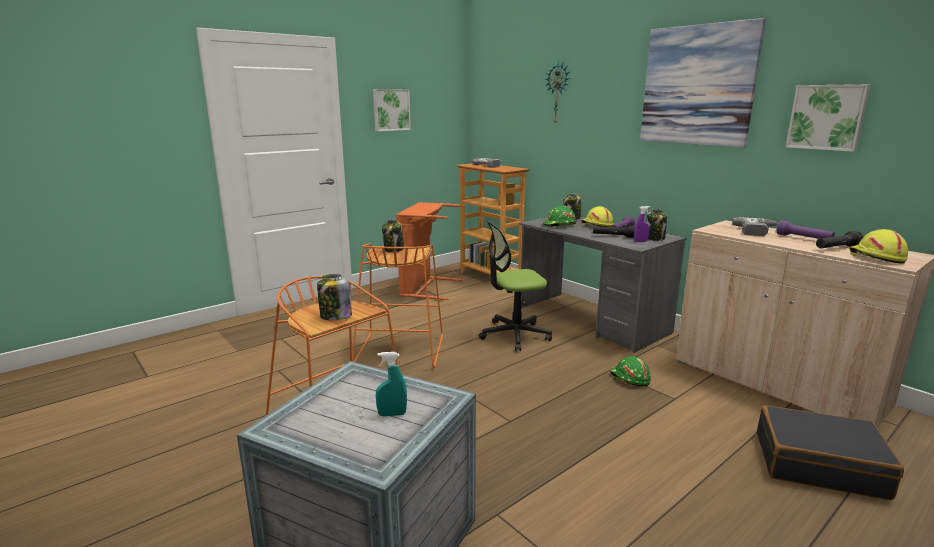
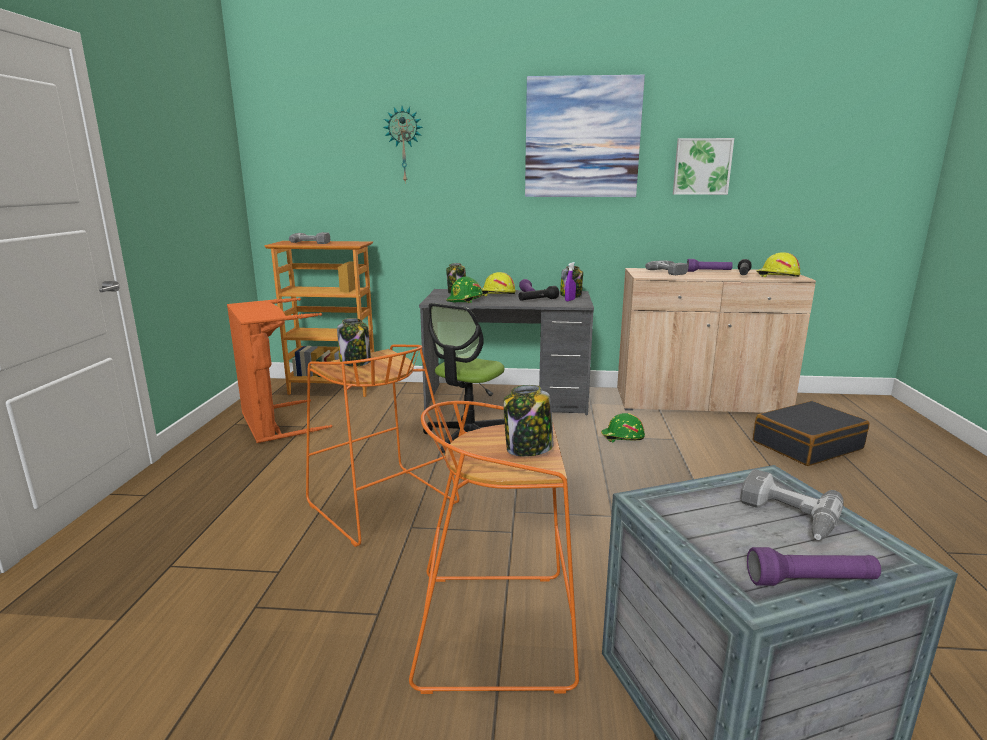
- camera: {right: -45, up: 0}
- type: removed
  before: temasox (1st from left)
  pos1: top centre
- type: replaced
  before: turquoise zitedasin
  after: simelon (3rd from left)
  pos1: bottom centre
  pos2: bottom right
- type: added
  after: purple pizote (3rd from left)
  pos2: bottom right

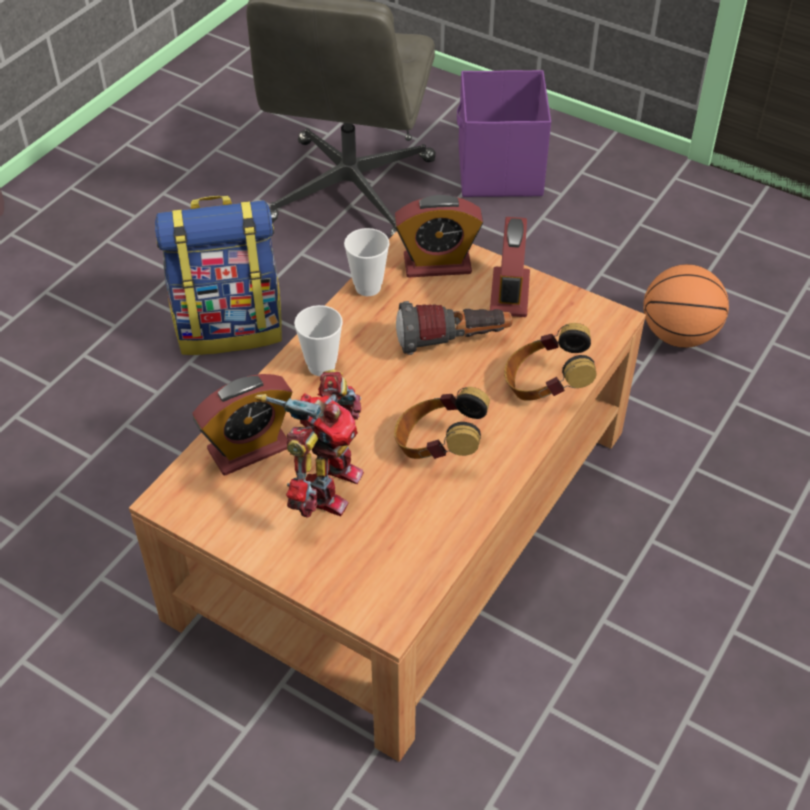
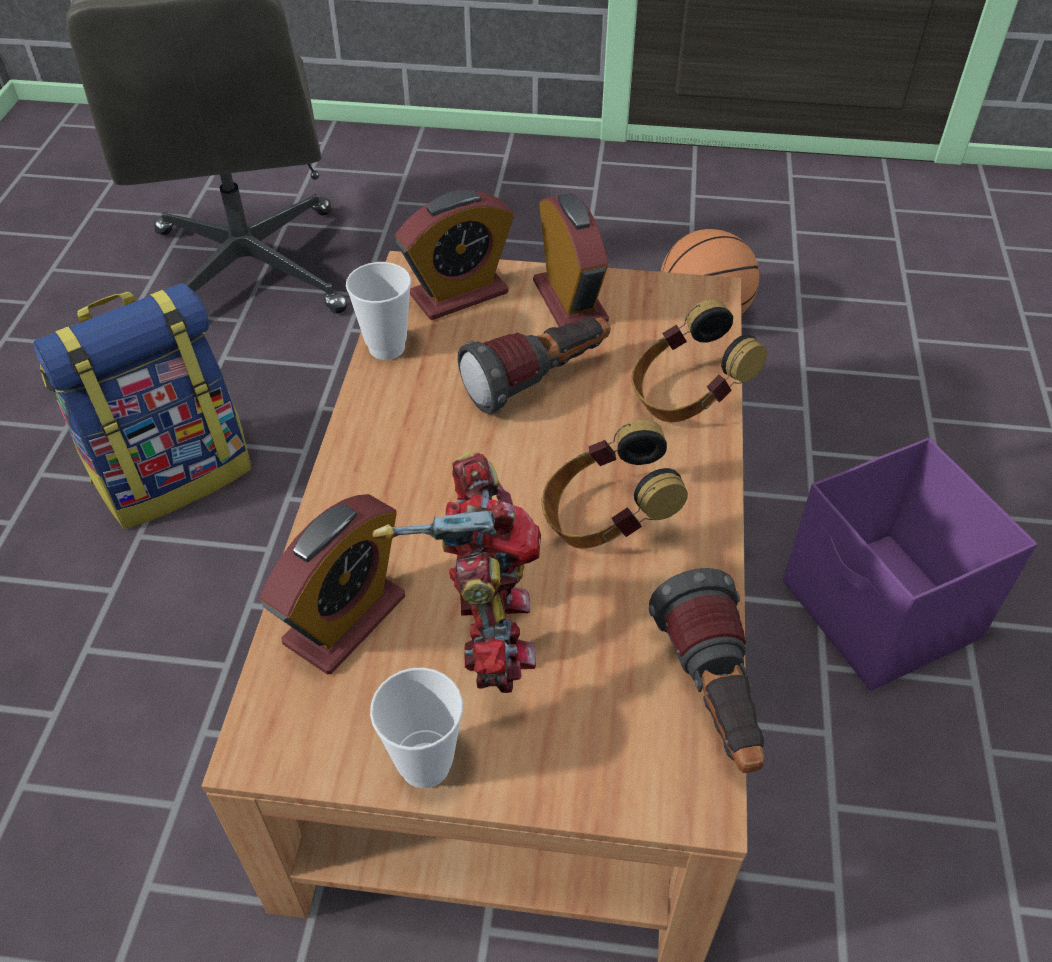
- camera: {right: -25, up: 0}
- type: moved
  before: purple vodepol
  pos1: top centre
  pos2: middle right
- type: moved
  before: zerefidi (1st from left in the first image)
  after: zerefidi (2nd from left)
  pos1: centre
  pos2: bottom centre
- type: added
  after: pizote (2nd from left)
  pos2: bottom right

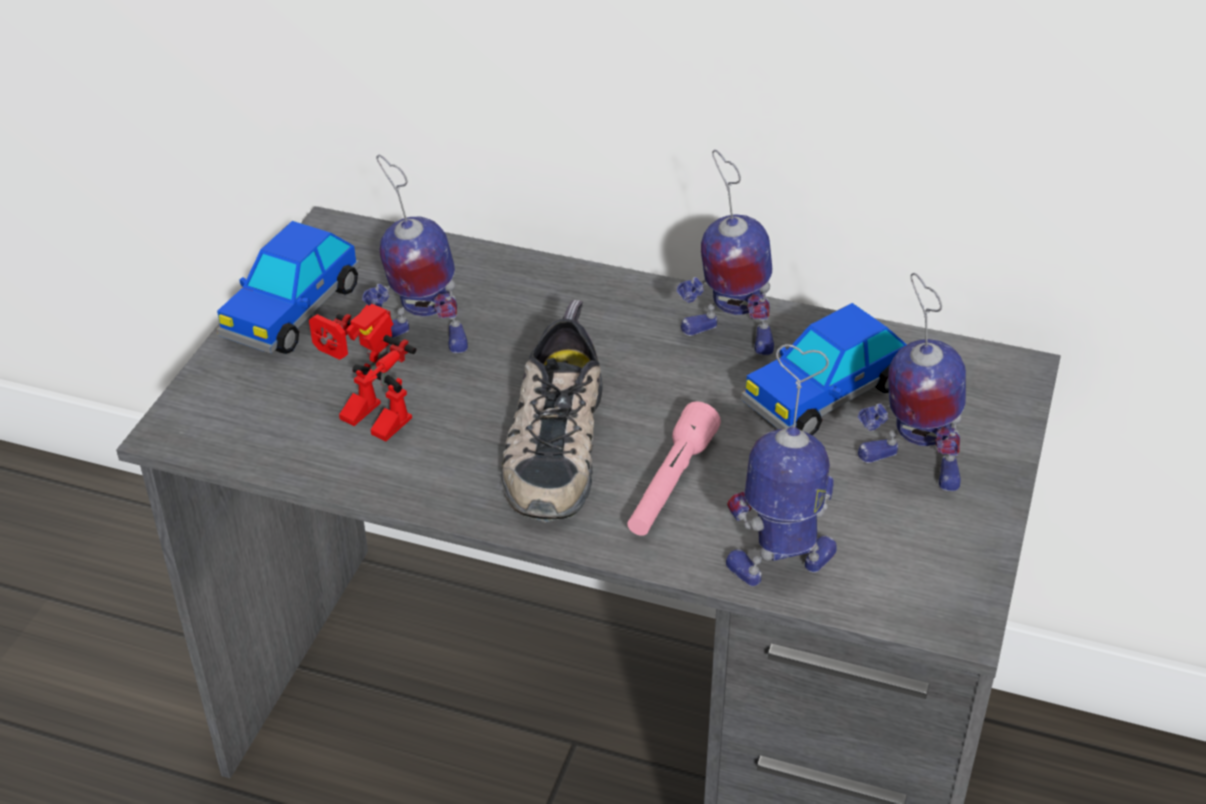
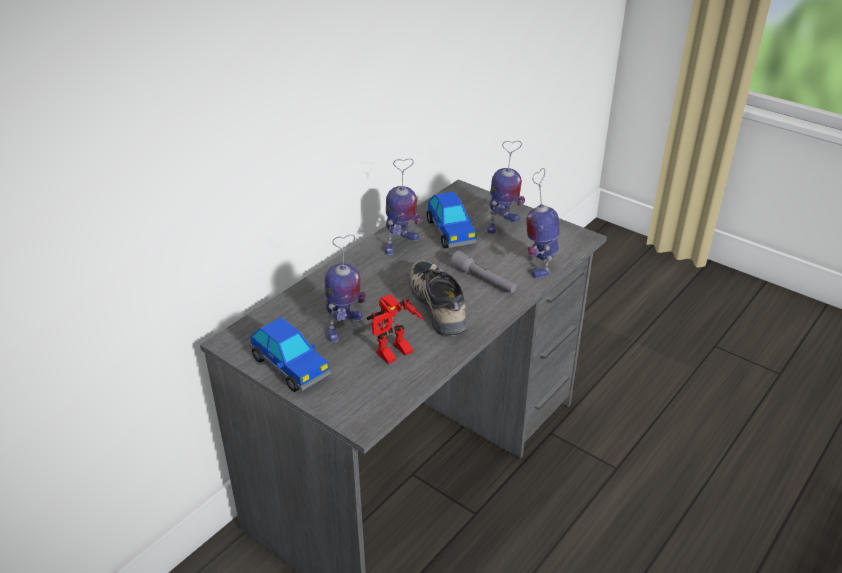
- camera: {right: -70, up: -5}
- type: turned
  before: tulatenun
  pos1: centre
  pos2: centre
  turn: -135
- type: recoloured
  before: pink pizote
  after: grey pizote
  pos1: centre
  pos2: centre

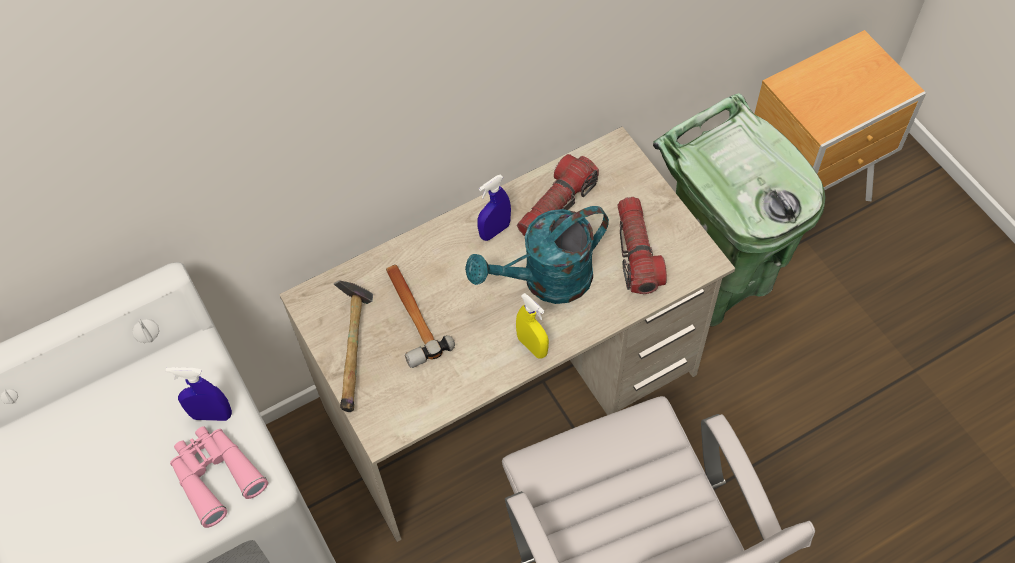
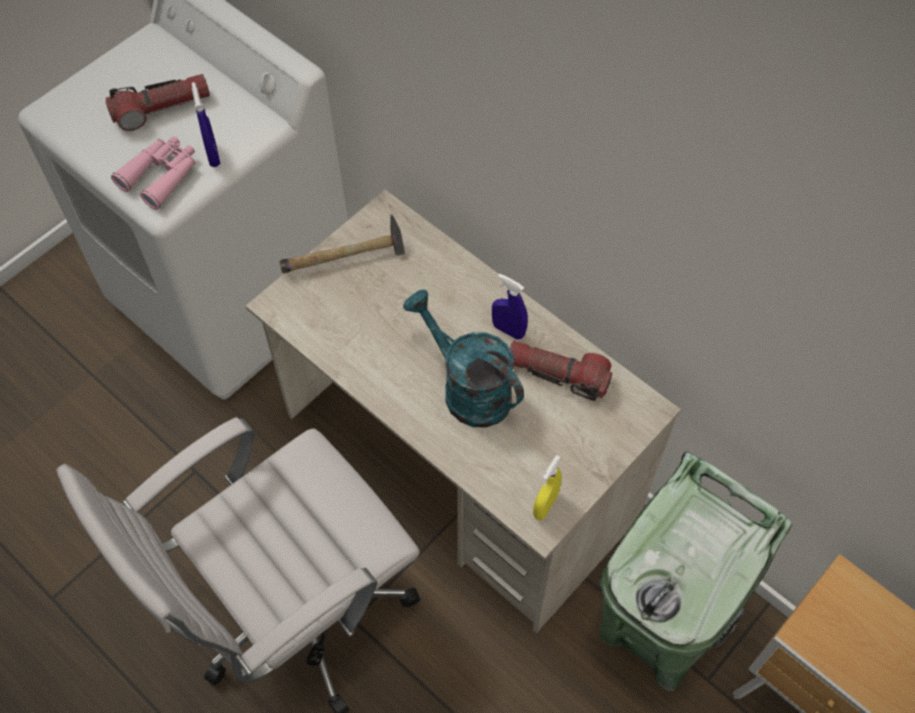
- camera: {right: 70, up: 0}
- type: moved
  before: pizote (2nd from left in the first image)
  after: pizote (1st from left)
  pos1: centre
  pos2: top left
- type: removed
  before: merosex (2nd from left)
  pos1: centre
- type: moved
  before: yellow zitedasin
  pos1: centre
  pos2: bottom centre

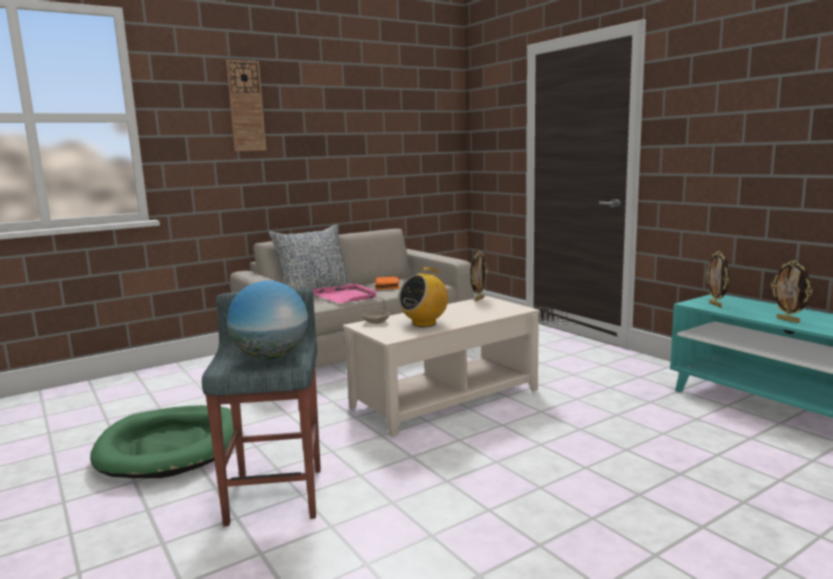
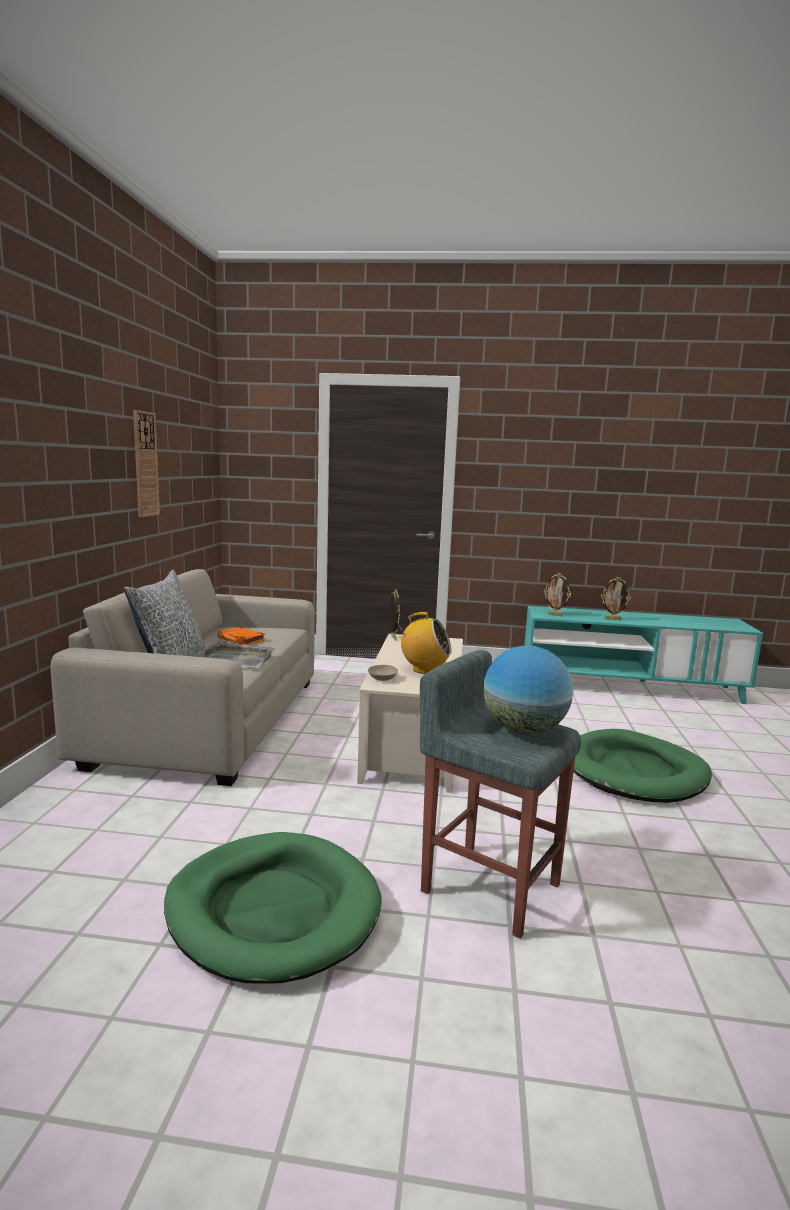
- camera: {right: -50, up: 0}
- type: moved
  before: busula
  pos1: top left
  pos2: middle left
- type: turned
  before: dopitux
  pos1: centre
  pos2: centre
  turn: -75
- type: recoloured
  before: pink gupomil
  after: grey gupomil
  pos1: centre
  pos2: middle left
- type: added
  after: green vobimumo (2nd from left)
  pos2: middle right

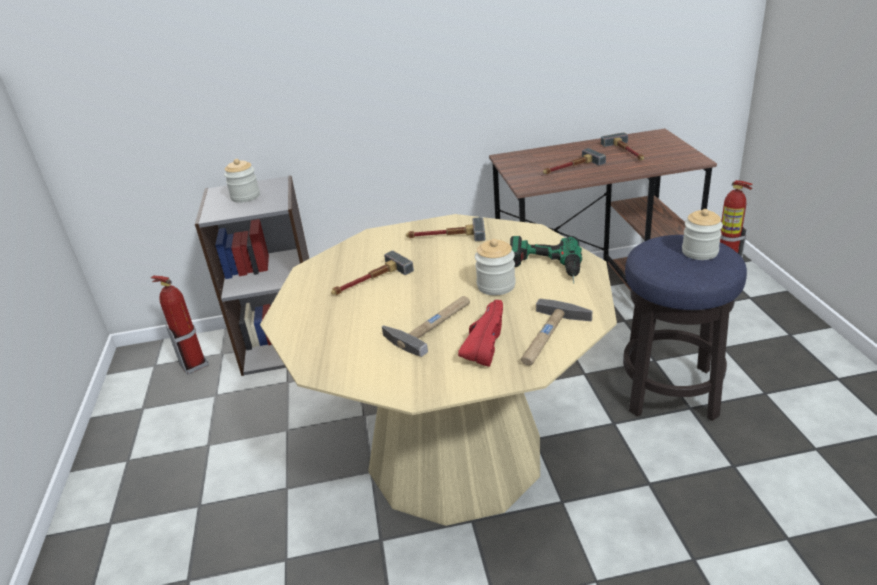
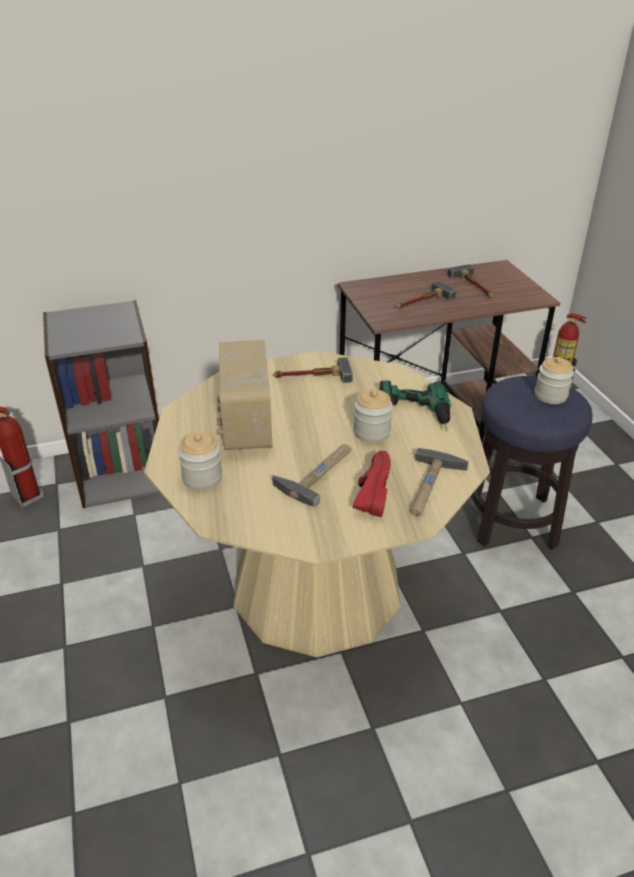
- camera: {right: -10, up: 5}
- type: moved
  before: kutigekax (1st from left)
  pos1: top left
  pos2: middle left
- type: replaced
  before: merosex (1st from left)
  after: dopitux
  pos1: centre
  pos2: centre

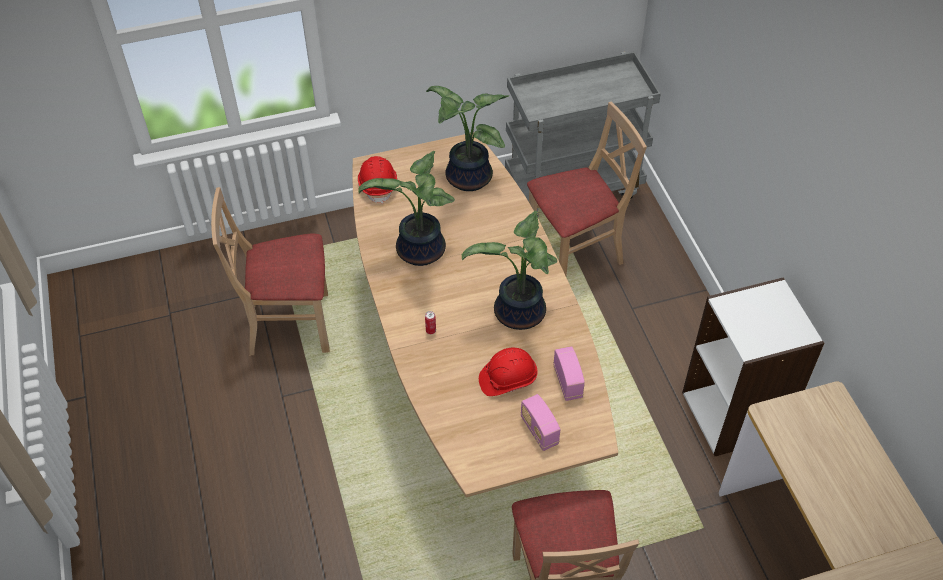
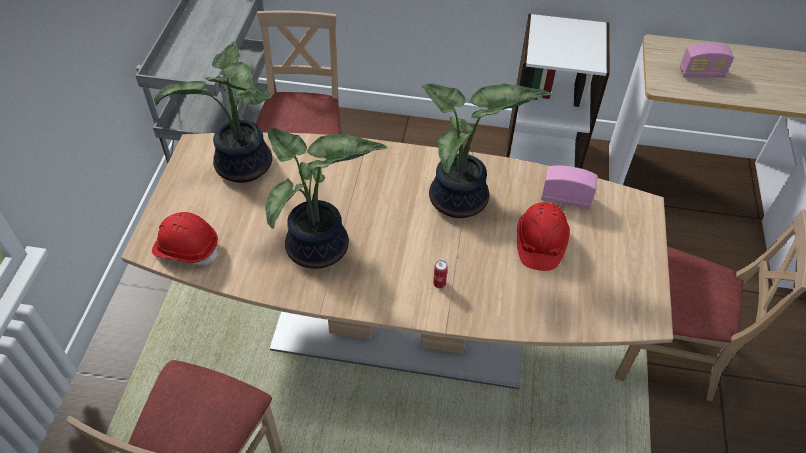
- camera: {right: -65, up: 0}
- type: moved
  before: dopitux (1st from left in the first image)
  after: dopitux (2nd from left)
  pos1: bottom centre
  pos2: top right

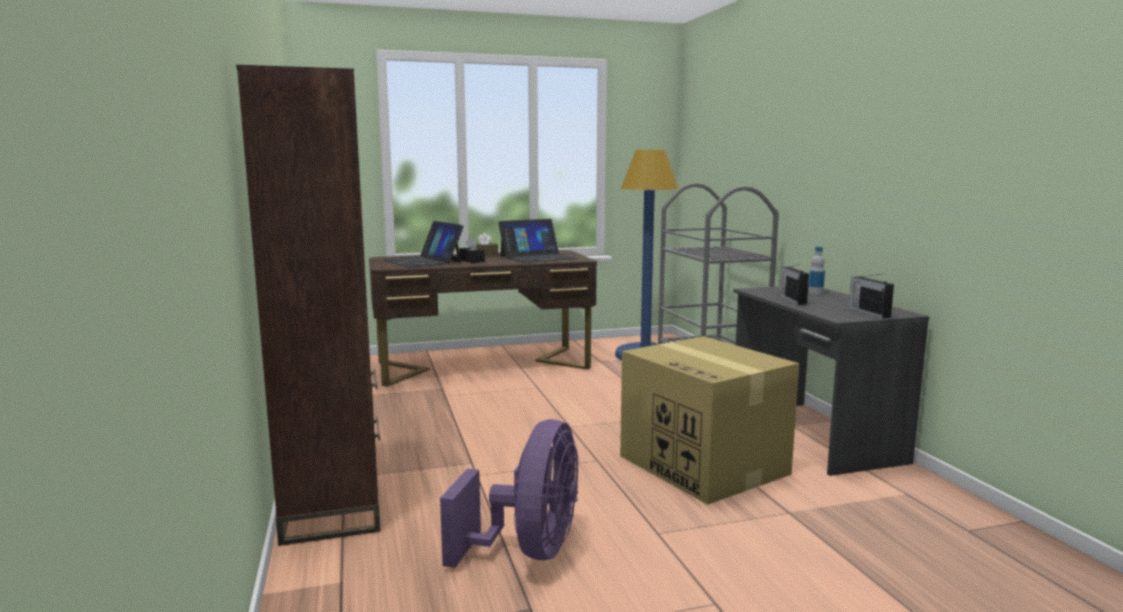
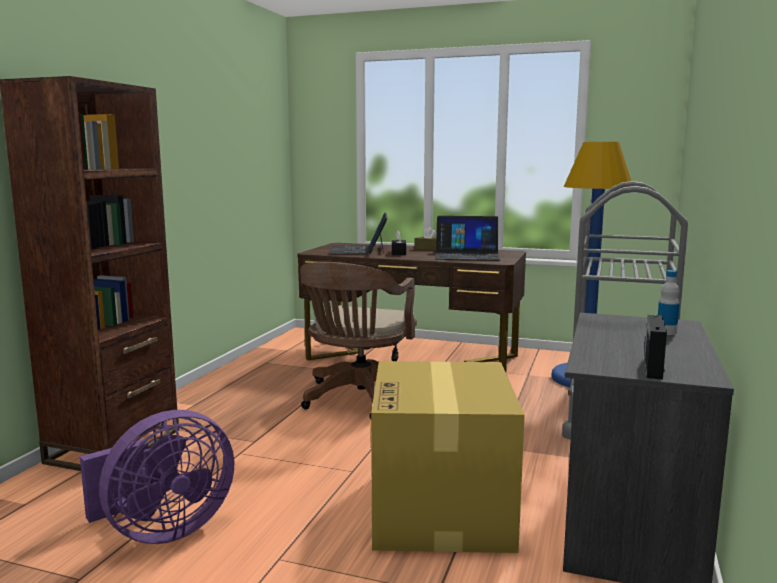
- camera: {right: 35, up: 0}
- type: removed
  before: dopitux (1st from left)
  pos1: middle right
- type: added
  after: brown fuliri
  pos2: centre

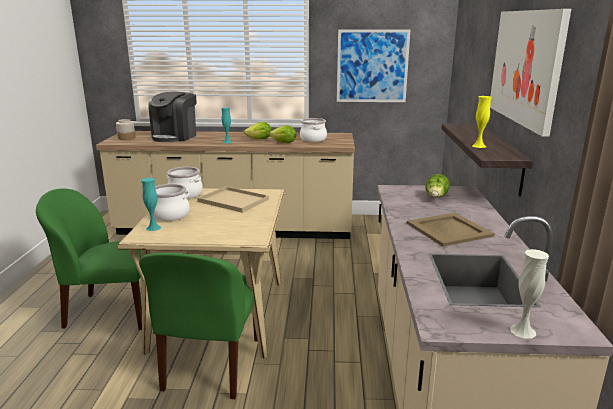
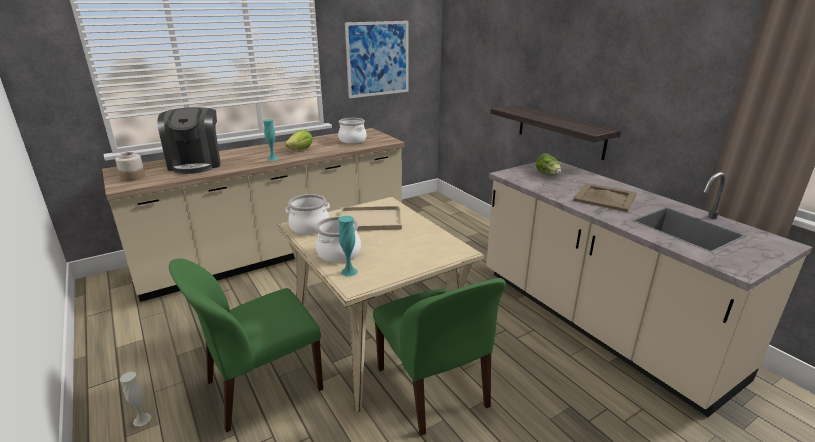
- camera: {right: -35, up: 5}
- type: removed
  before: temasox (2nd from left)
  pos1: top right
- type: removed
  before: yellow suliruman
  pos1: top right
- type: removed
  before: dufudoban (2nd from left)
  pos1: top centre
- type: moved
  before: white suliruman
  pos1: bottom right
  pos2: bottom left

